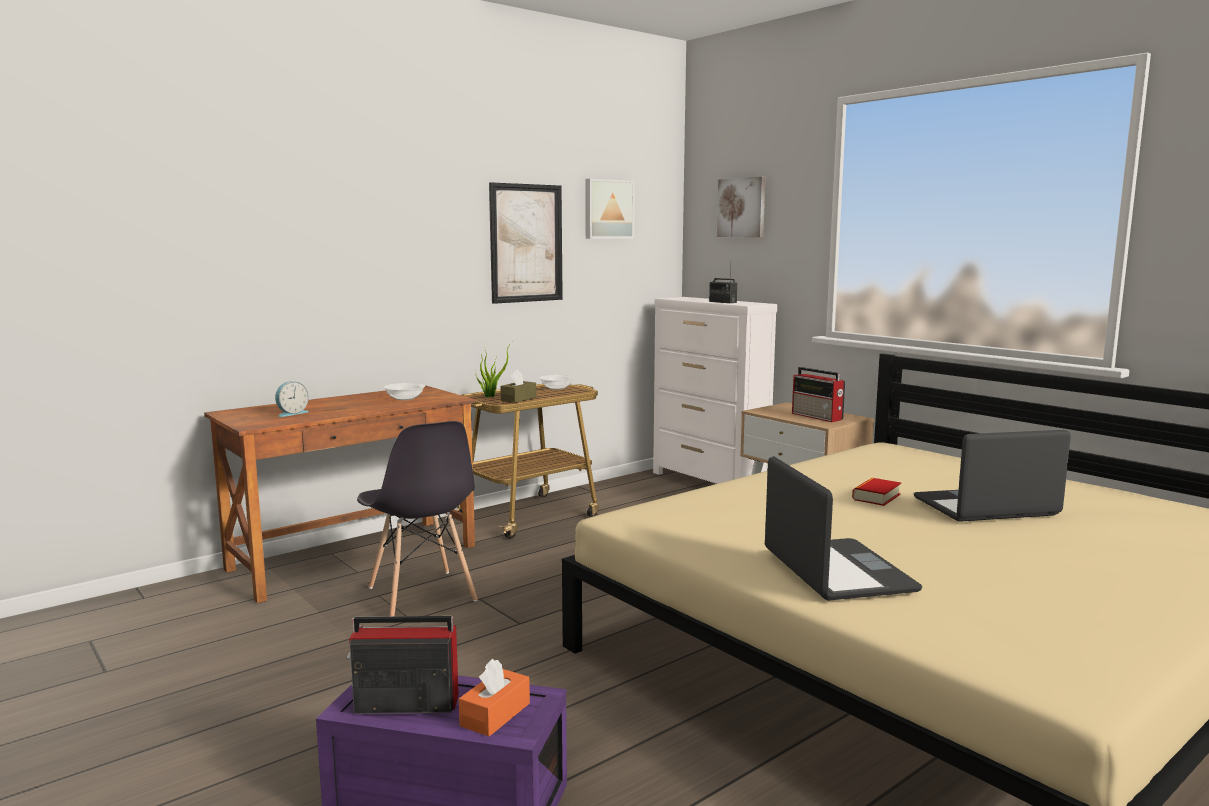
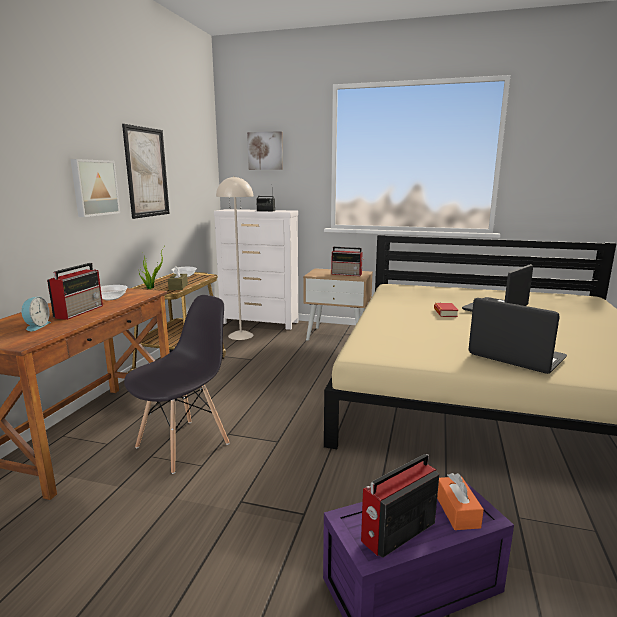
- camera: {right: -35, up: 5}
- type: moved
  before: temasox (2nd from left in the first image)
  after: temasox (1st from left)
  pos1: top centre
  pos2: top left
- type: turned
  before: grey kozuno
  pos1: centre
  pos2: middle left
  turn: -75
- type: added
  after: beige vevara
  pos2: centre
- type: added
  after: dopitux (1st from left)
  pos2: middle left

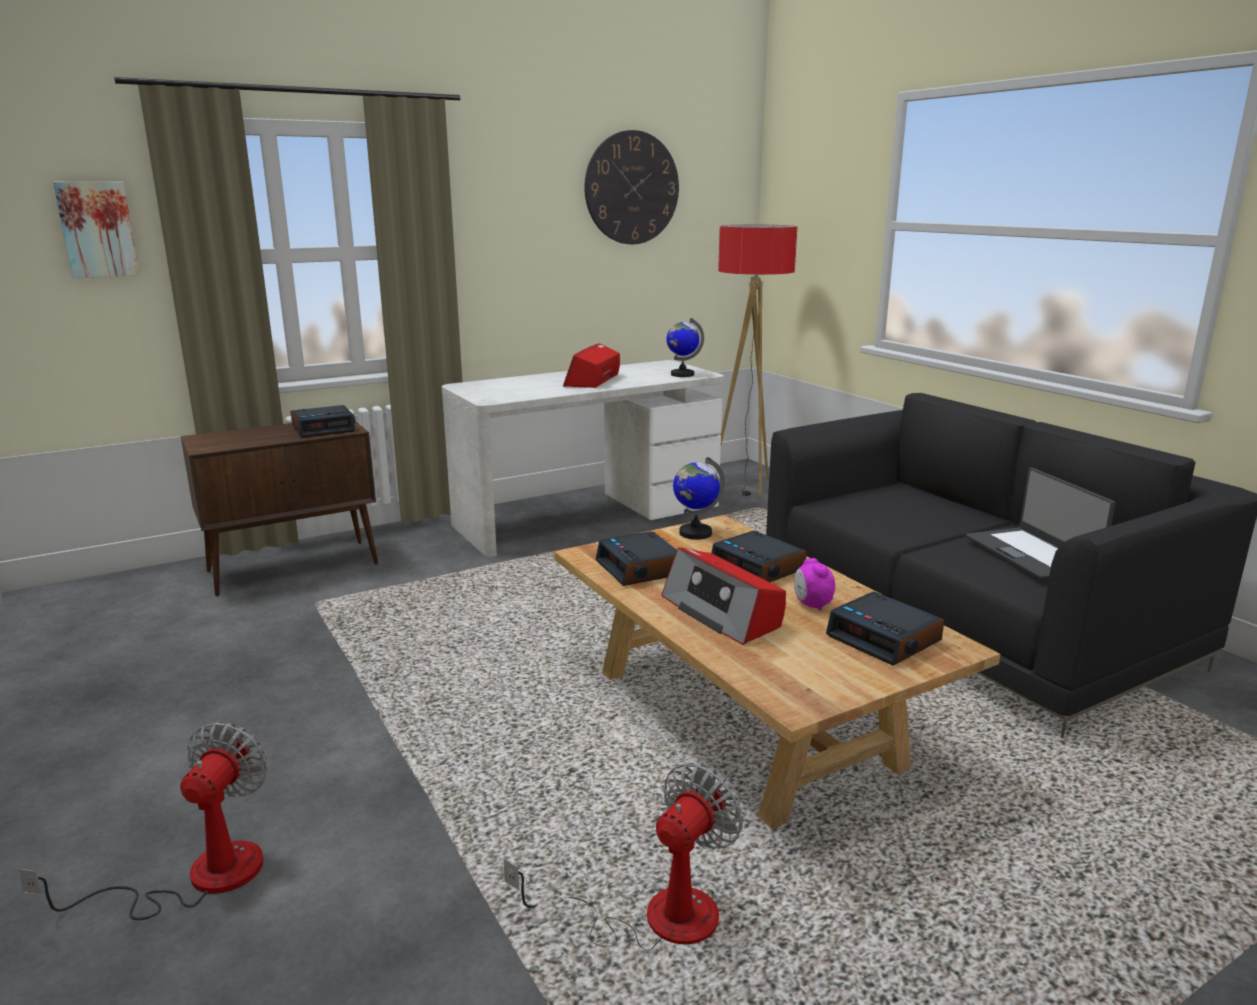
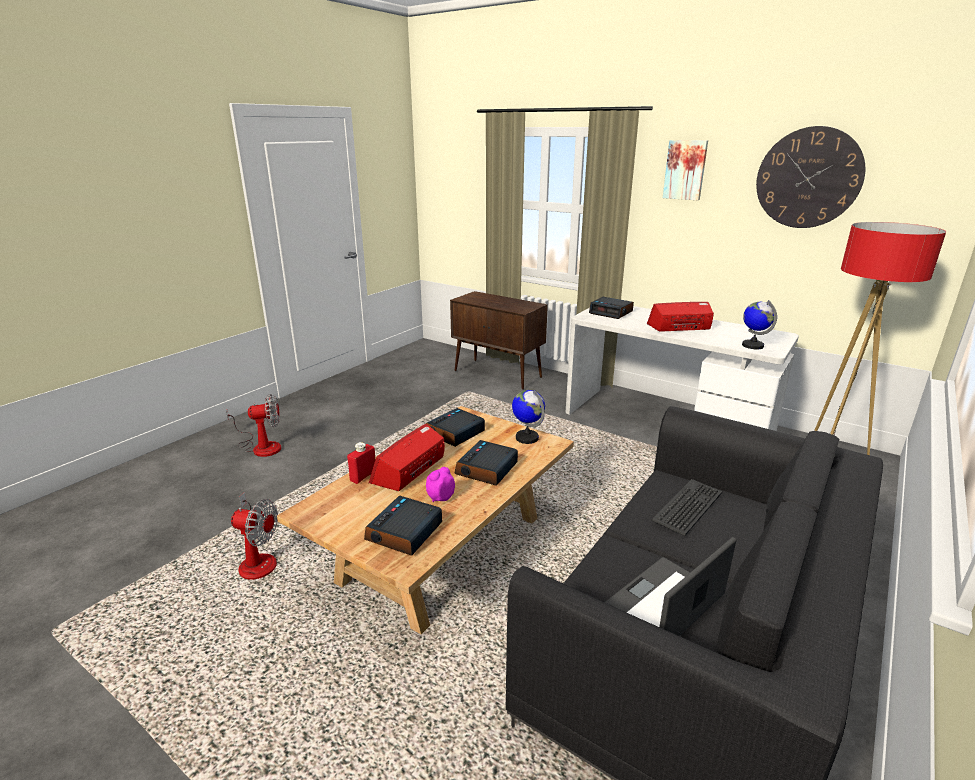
- camera: {right: 65, up: 5}
- type: moved
  before: temasox
  pos1: top left
  pos2: top right
- type: moved
  before: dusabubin (1st from left in the first image)
  after: dusabubin (5th from left)
  pos1: middle left
  pos2: centre
- type: added
  after: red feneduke
  pos2: centre
- type: added
  after: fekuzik
  pos2: middle right

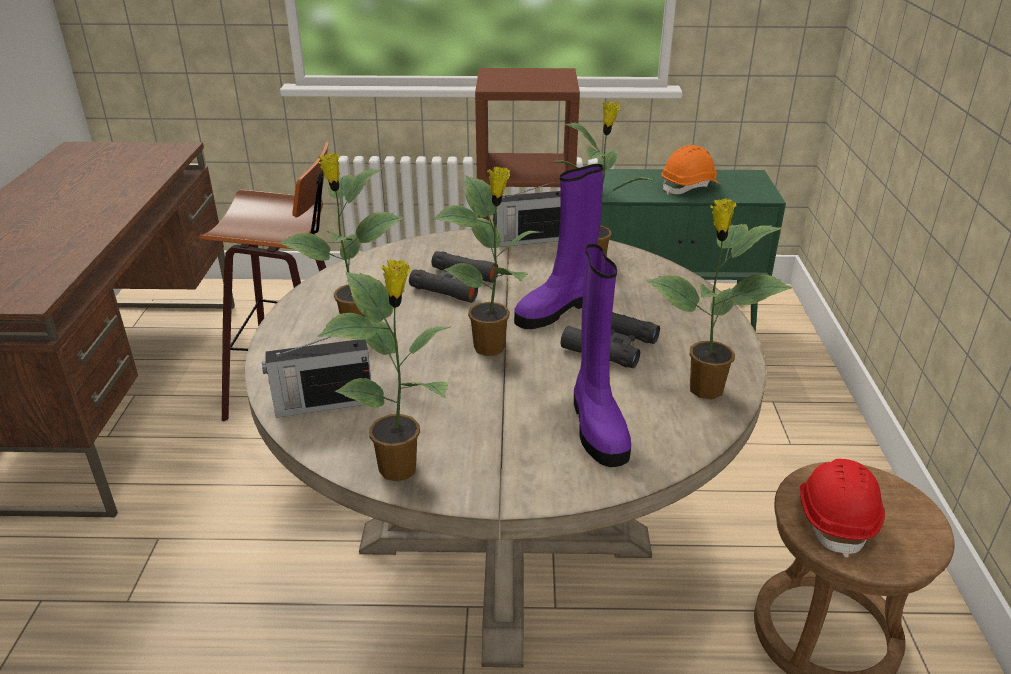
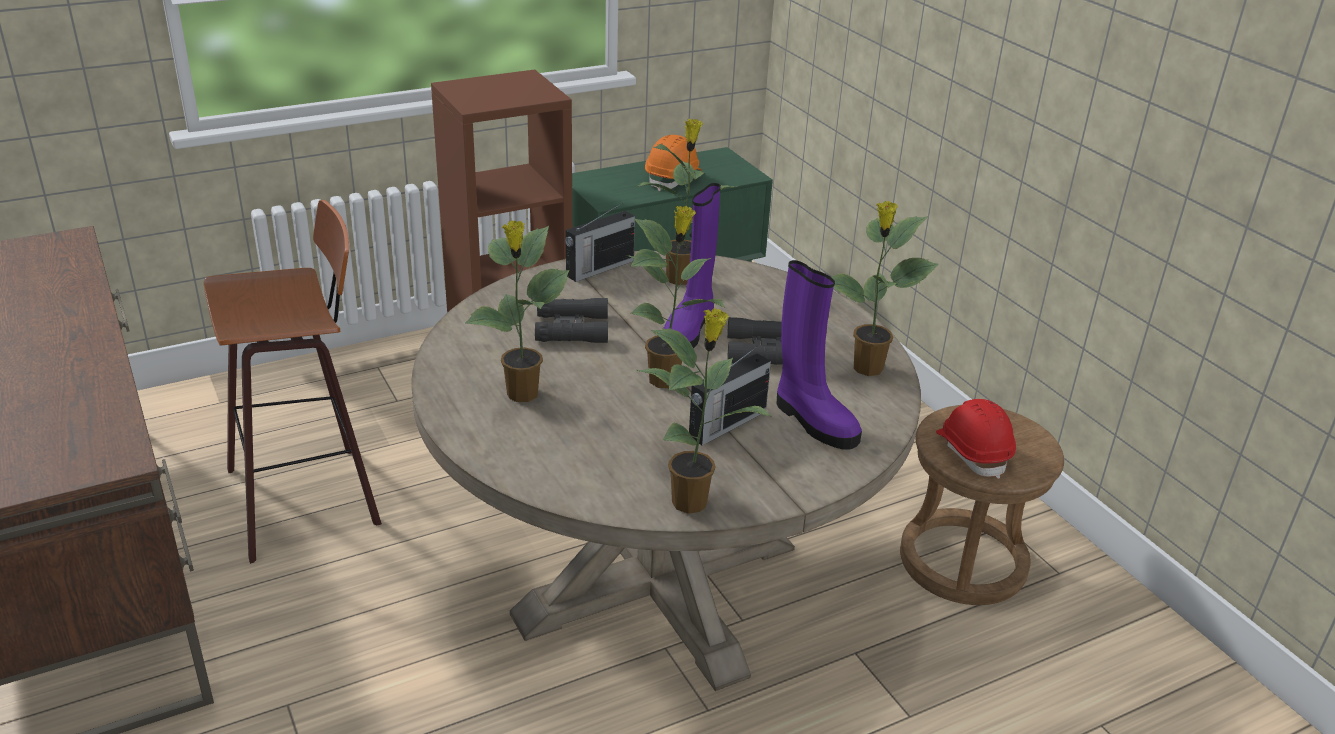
- camera: {right: -30, up: 0}
- type: moved
  before: dopitux (1st from left in the first image)
  after: dopitux (2nd from left)
  pos1: middle left
  pos2: centre

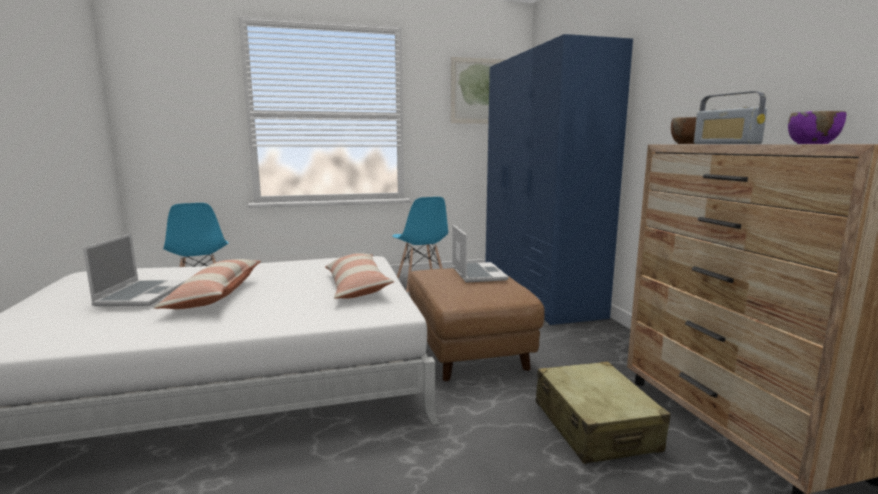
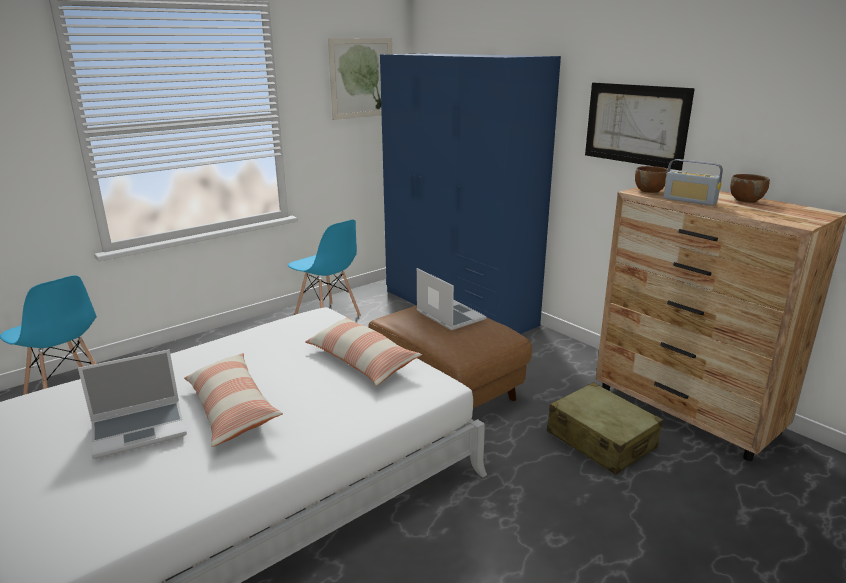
- camera: {right: -25, up: 10}
- type: recoloured
  before: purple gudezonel
  after: brown gudezonel (2nd from left)
  pos1: top right
  pos2: top right
- type: turned
  before: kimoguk (1st from left)
  pos1: middle left
  pos2: bottom left
  turn: 90
- type: added
  after: temasox (2nd from left)
  pos2: top right

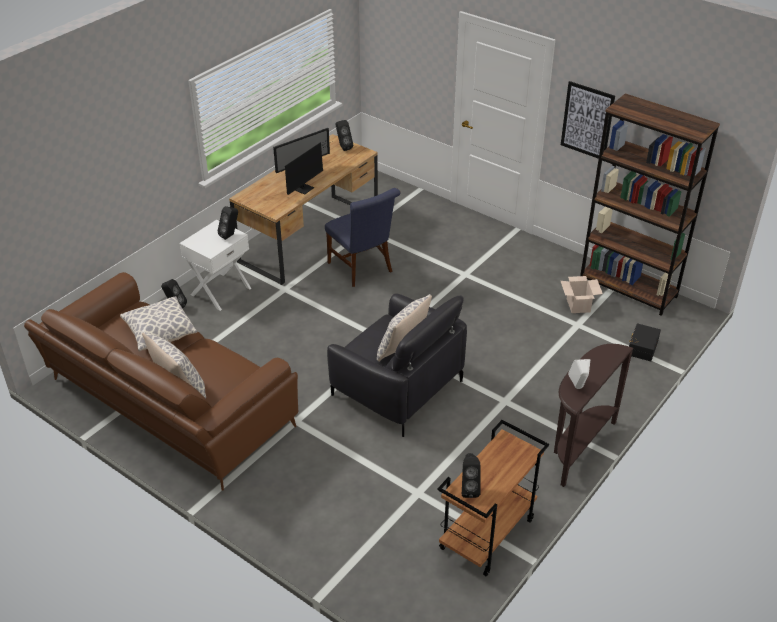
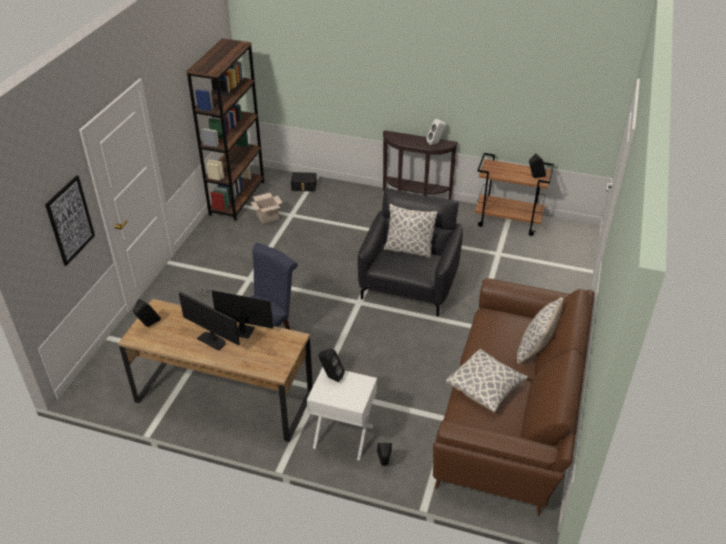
- camera: {right: -110, up: 0}
- type: moved
  before: temasox
  pos1: top right
  pos2: middle left

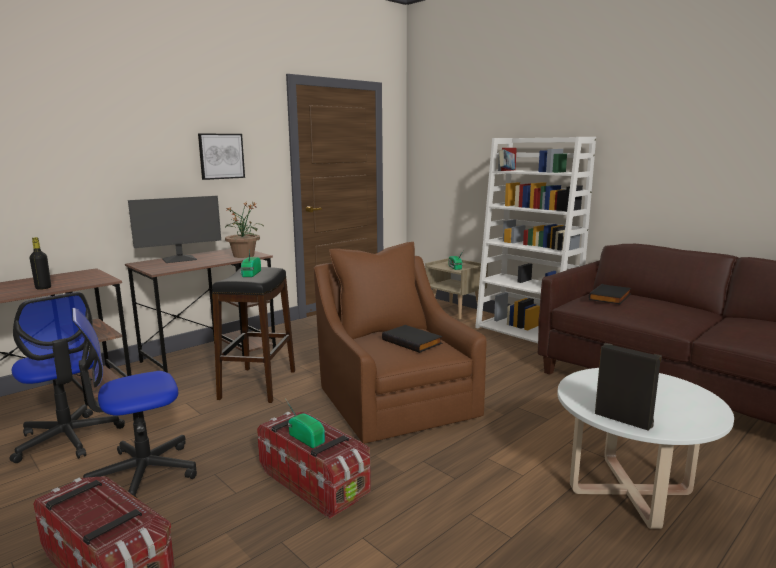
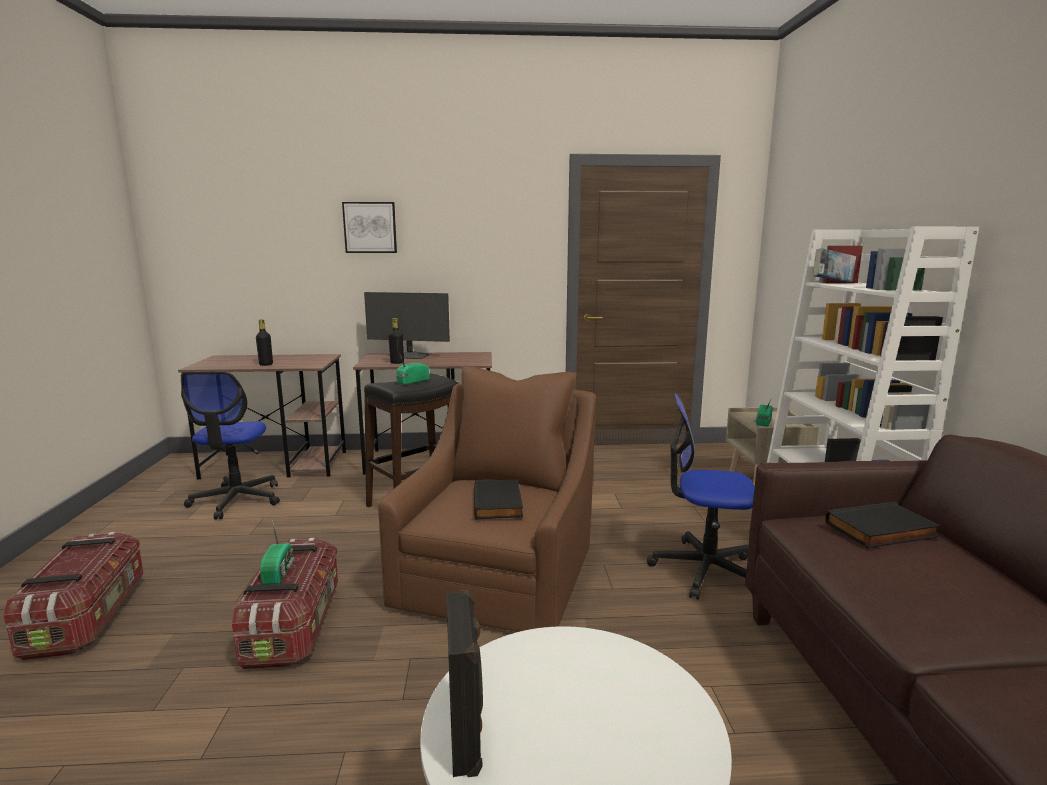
- camera: {right: 40, up: 0}
- type: moved
  before: temasox
  pos1: top left
  pos2: top centre
- type: removed
  before: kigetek
  pos1: middle left
- type: moved
  before: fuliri (2nd from left)
  pos1: bottom left
  pos2: middle right
- type: added
  after: black feneduke (2nd from left)
  pos2: centre

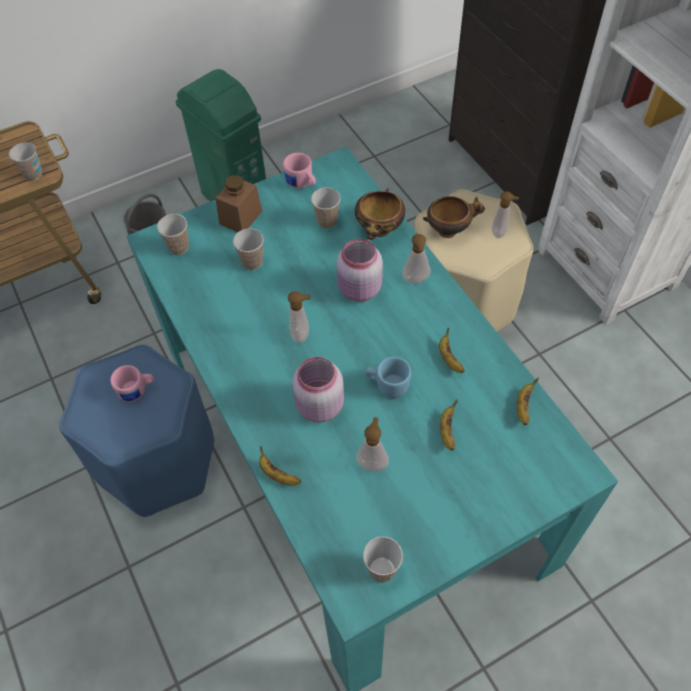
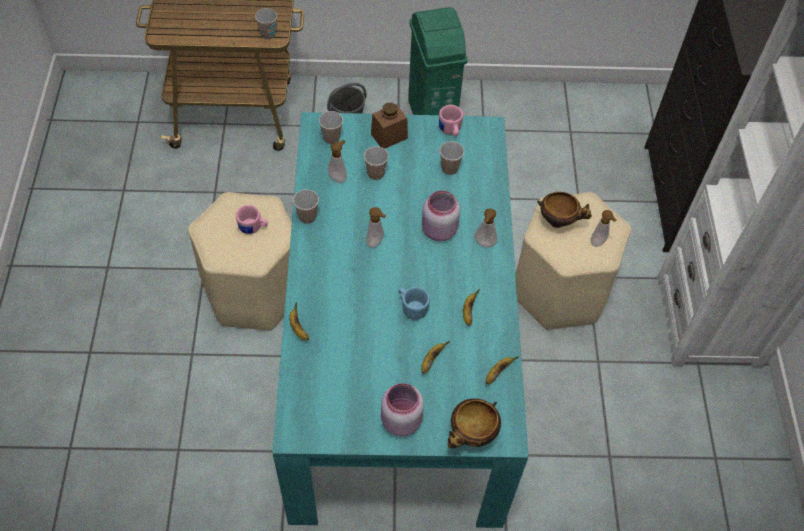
- camera: {right: 25, up: 0}
- type: moved
  before: gudezonel (1st from left)
  pos1: top centre
  pos2: bottom centre
- type: recoloured
  before: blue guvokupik
  after: beige guvokupik (1st from left)
  pos1: middle left
  pos2: middle left
- type: moved
  before: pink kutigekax (1st from left)
  pos1: centre
  pos2: bottom centre
- type: moved
  before: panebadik (2nd from left in the first image)
  after: panebadik (1st from left)
  pos1: centre
  pos2: top centre
- type: moved
  before: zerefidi (5th from left in the first image)
  after: zerefidi (2nd from left)
  pos1: bottom centre
  pos2: centre

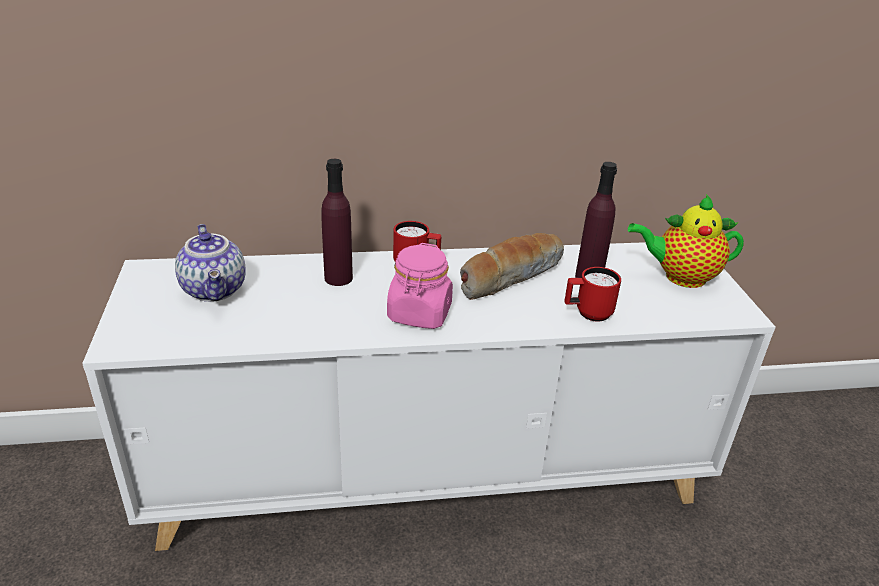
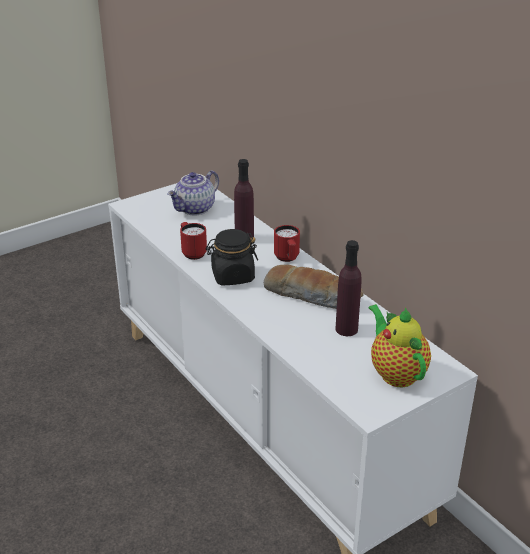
- camera: {right: 65, up: 0}
- type: recoloured
  before: pink kutigekax
  after: black kutigekax
  pos1: centre
  pos2: centre
- type: moved
  before: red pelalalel (2nd from left in the first image)
  after: red pelalalel (1st from left)
  pos1: middle right
  pos2: centre

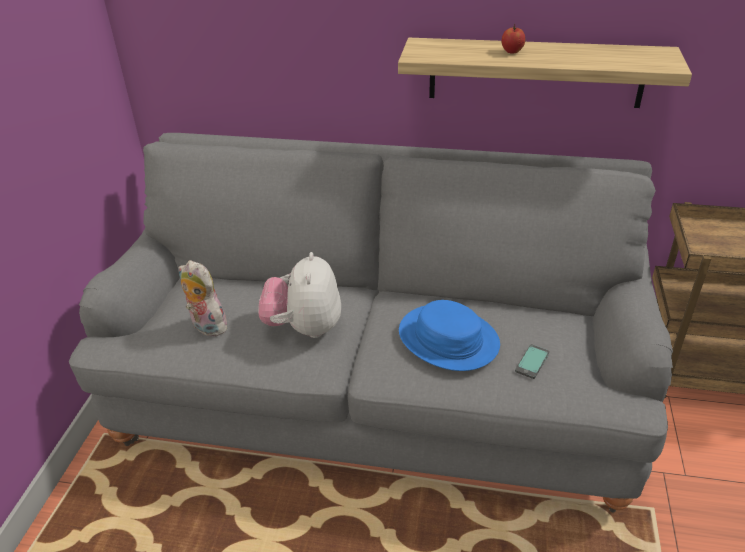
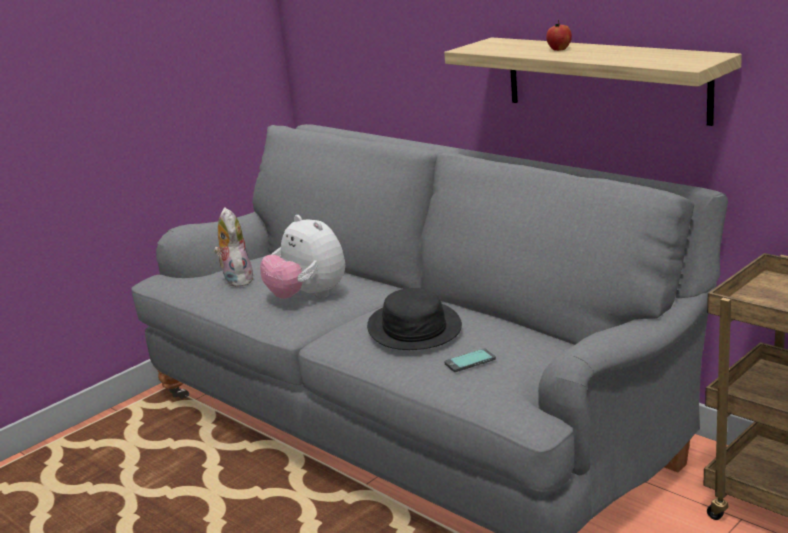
- camera: {right: 35, up: -15}
- type: turned
  before: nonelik (2nd from left)
  pos1: centre
  pos2: centre
  turn: -75
- type: recoloured
  before: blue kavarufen
  after: black kavarufen
  pos1: centre
  pos2: centre

